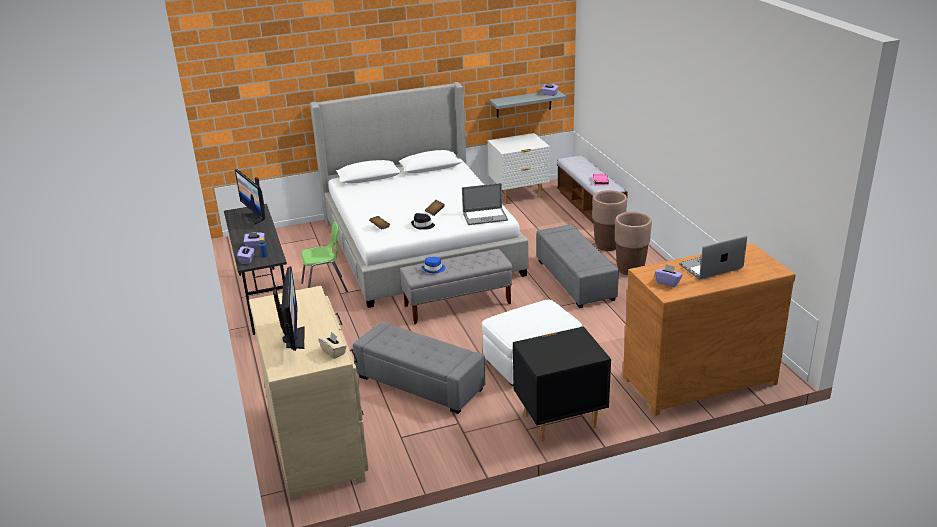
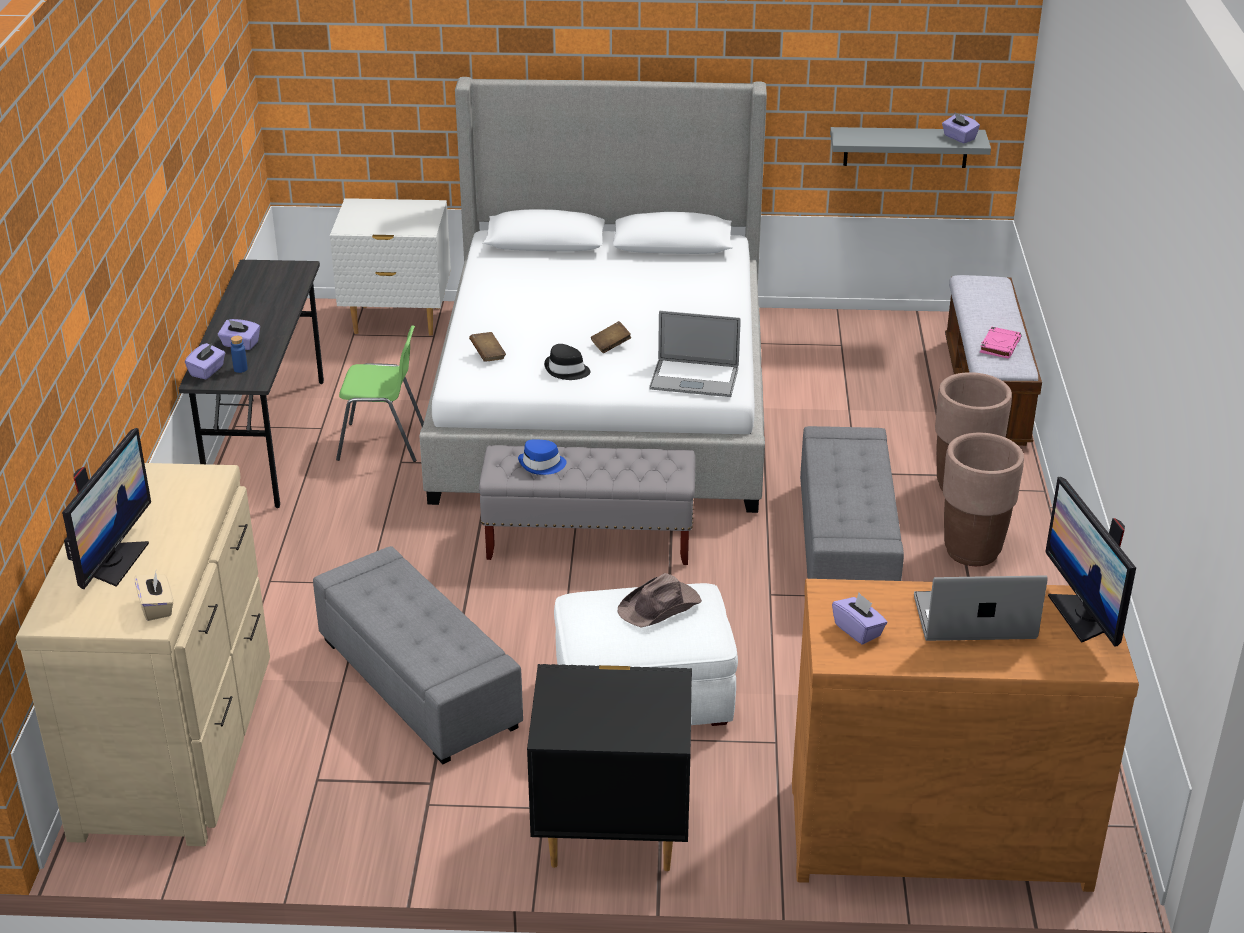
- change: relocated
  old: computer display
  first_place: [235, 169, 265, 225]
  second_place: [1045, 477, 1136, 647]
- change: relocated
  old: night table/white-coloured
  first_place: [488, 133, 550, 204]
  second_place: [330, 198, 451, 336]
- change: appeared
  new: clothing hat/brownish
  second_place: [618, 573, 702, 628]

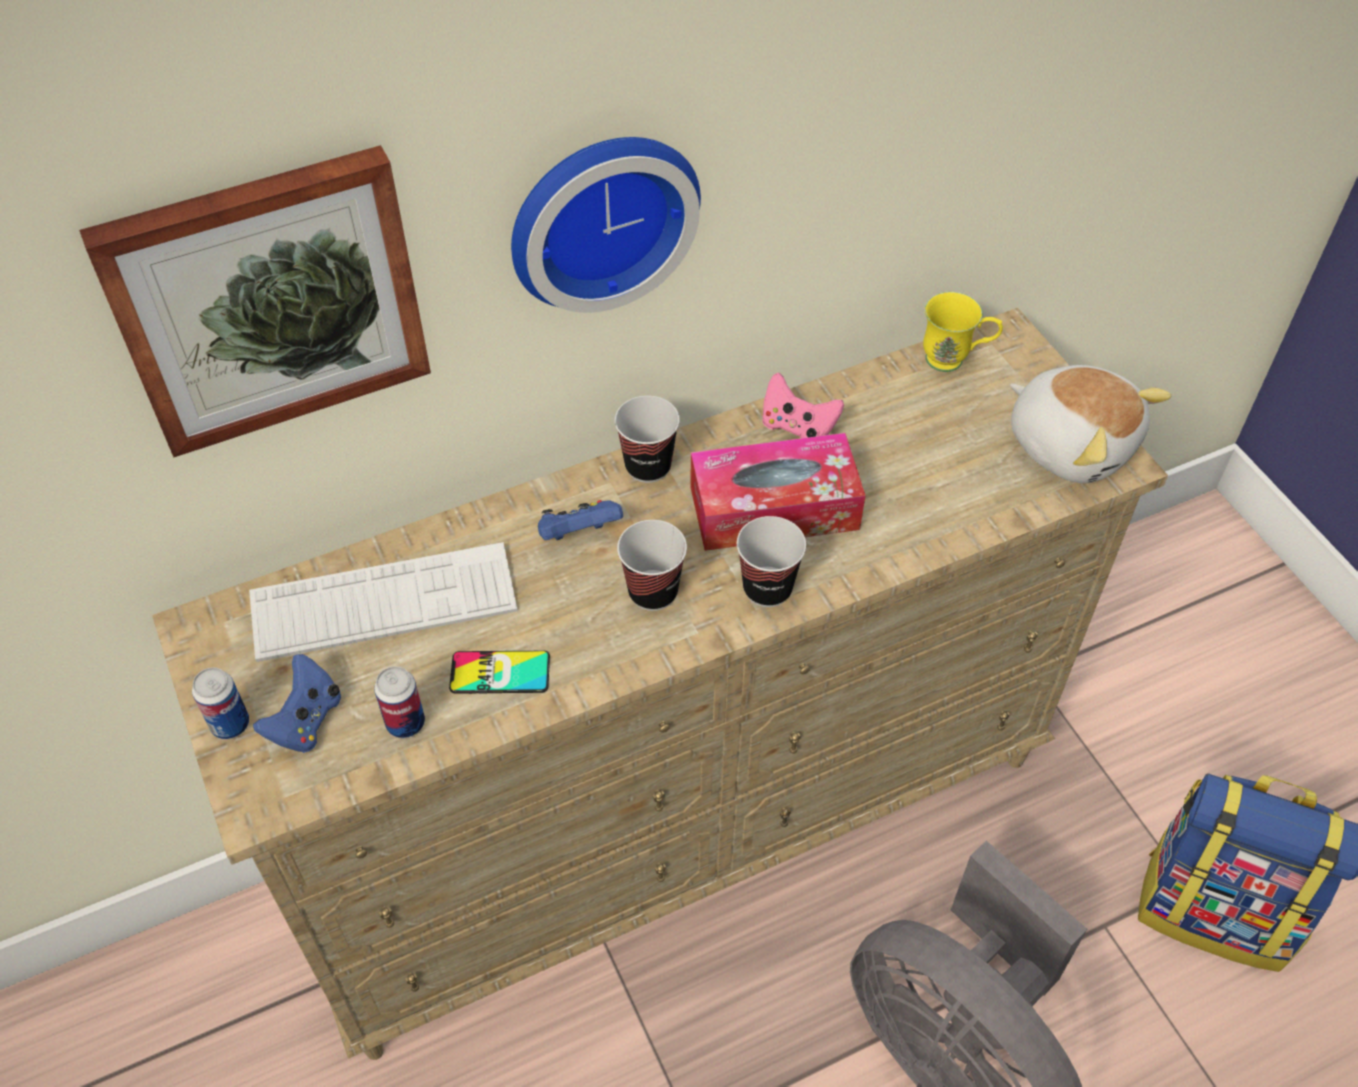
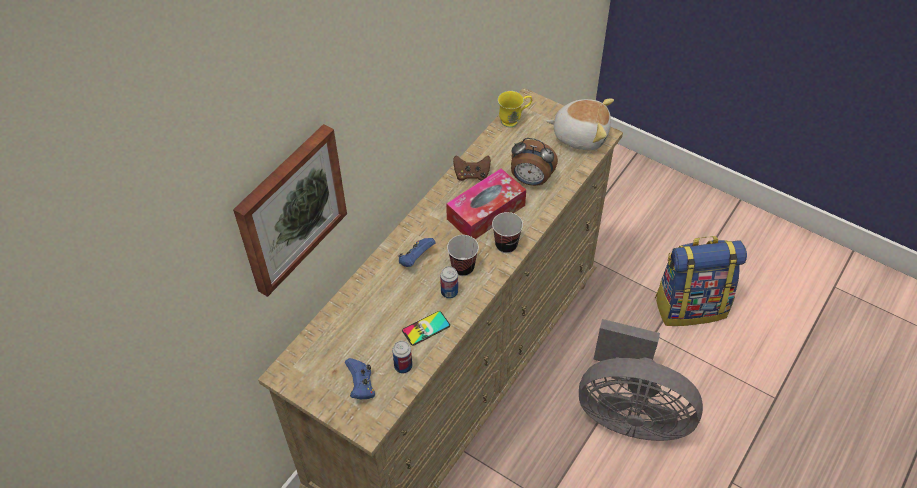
- change: relocated
  old: sealed can
  first_place: [192, 667, 249, 739]
  second_place: [440, 266, 458, 299]
- change: missing
  old: PC keyboard
  first_place: [249, 542, 518, 662]
- change: missing
  old: hanging clock
  first_place: [511, 137, 701, 313]
- change: missing
  old: drinking cup
  first_place: [615, 396, 680, 483]
- change: colour
  old: game controller/pink
  new: game controller/brownish
  first_place: [762, 373, 844, 438]
  second_place: [453, 155, 491, 181]
- change: appeared
  new: alarm clock
  second_place: [511, 138, 558, 186]

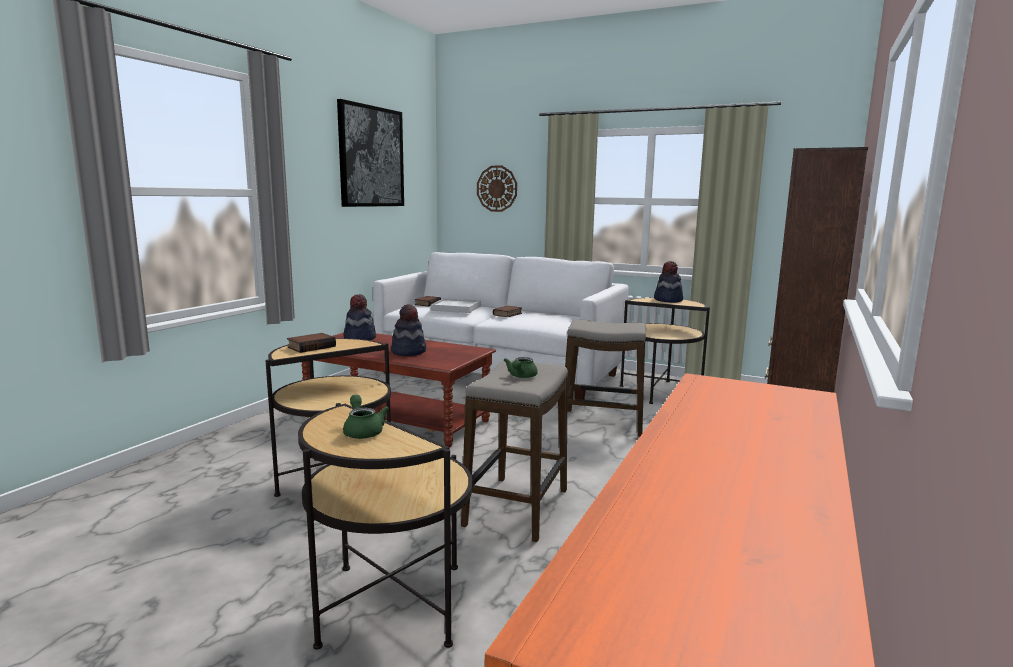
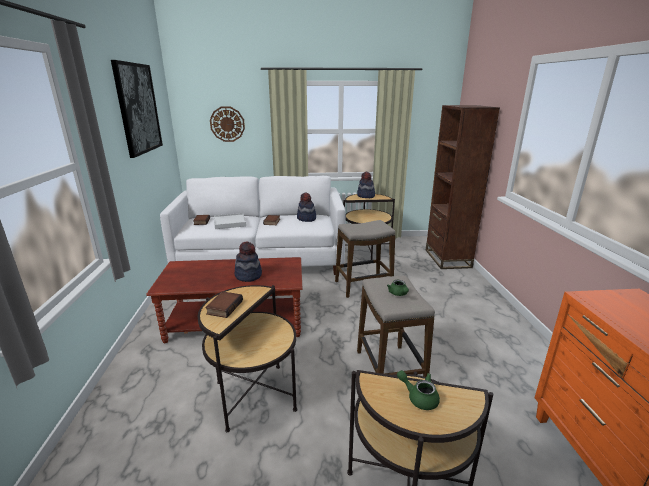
- change: relocated
  old: clothing hat
  first_place: [343, 294, 376, 340]
  second_place: [297, 192, 316, 222]

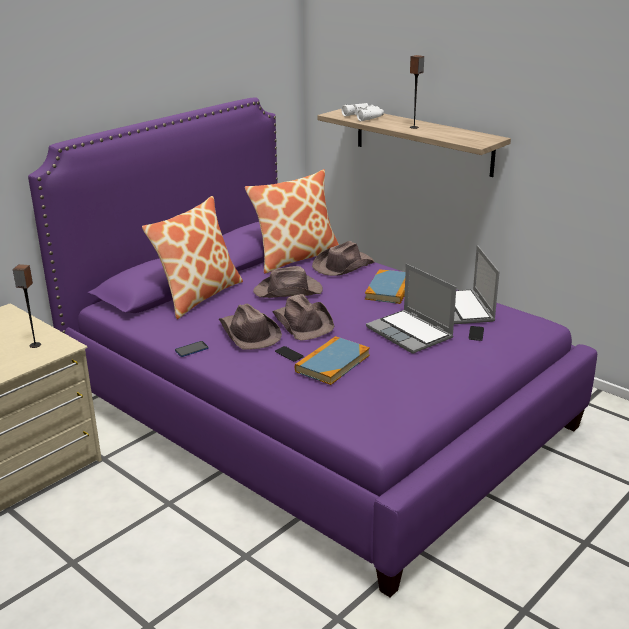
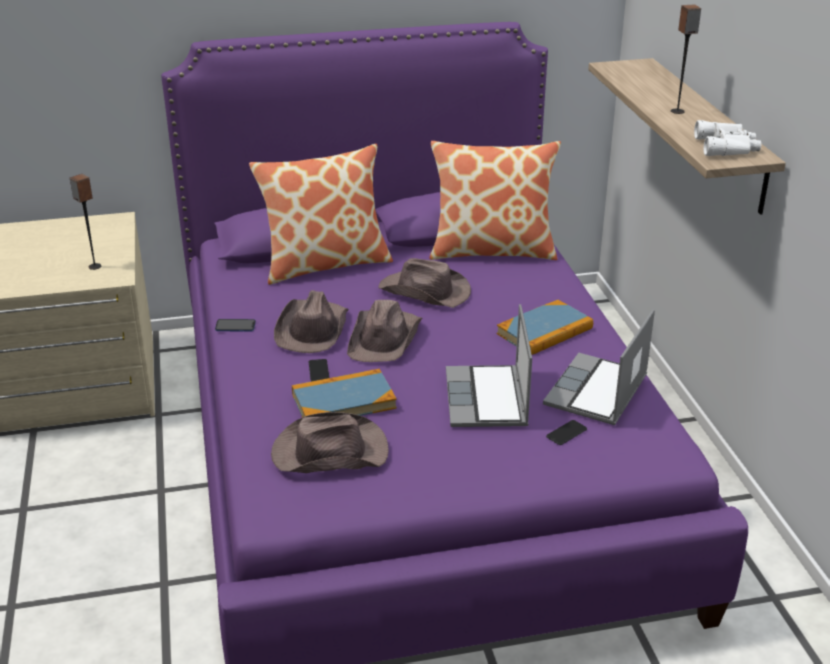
- change: relocated
  old: clothing hat/brownish
  first_place: [312, 241, 375, 276]
  second_place: [271, 412, 389, 473]
- change: relocated
  old: binoculars/white-coloured
  first_place: [341, 103, 384, 121]
  second_place: [694, 120, 762, 156]

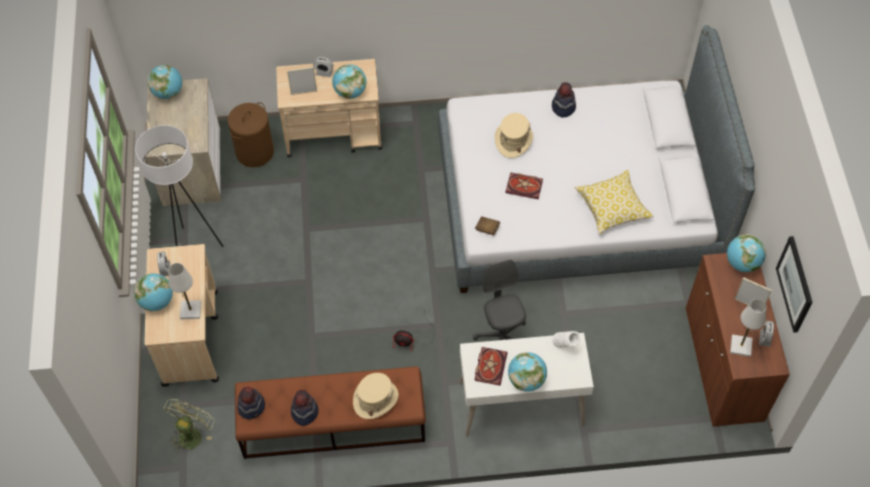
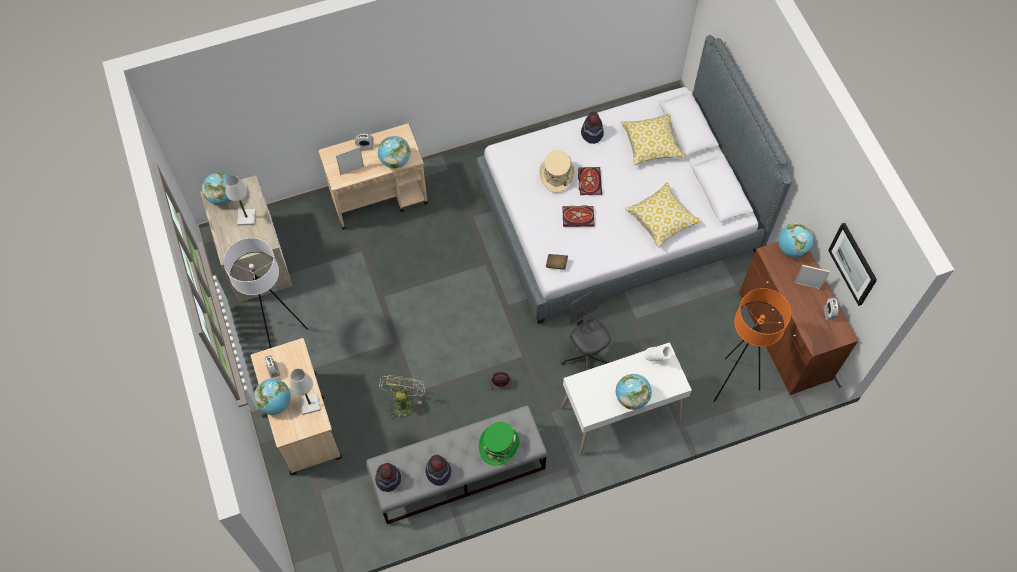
- change: relocated
  old: electric fan/greenish
  first_place: [163, 399, 215, 453]
  second_place: [379, 375, 425, 422]
- change: missing
  old: laundry basket/brownish
  first_place: [228, 102, 274, 167]
- change: colour
  old: bench/brownish
  new: bench/gray
  first_place: [235, 366, 426, 459]
  second_place: [366, 406, 547, 524]
- change: colour
  old: clothing hat/beige
  new: clothing hat/greenish
  first_place: [353, 373, 398, 419]
  second_place: [479, 422, 520, 466]
- change: relocated
  old: bound book
  first_place: [475, 347, 508, 386]
  second_place: [578, 167, 602, 195]
- change: relocated
  old: tabletop lamp/white-coloured
  first_place: [730, 299, 767, 357]
  second_place: [225, 175, 256, 226]
- change: appeared
  new: cushion
  second_place: [621, 113, 685, 166]
- change: appeared
  new: standard lamp/orange-coloured
  second_place: [714, 288, 791, 402]

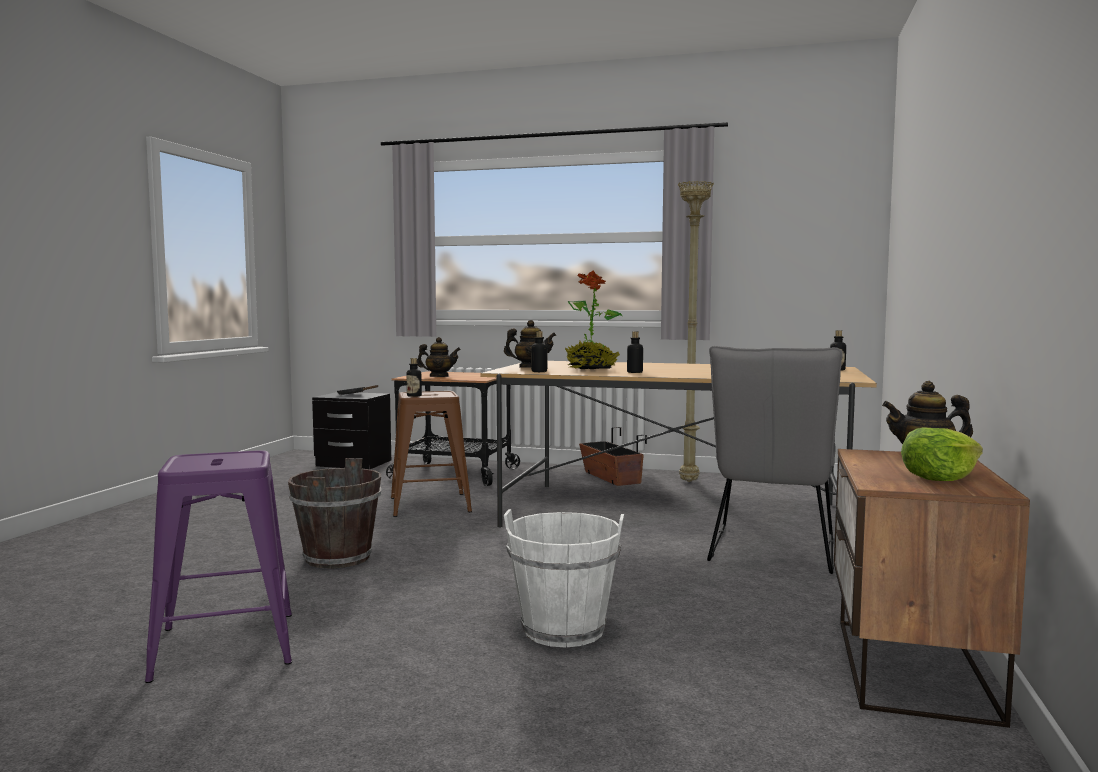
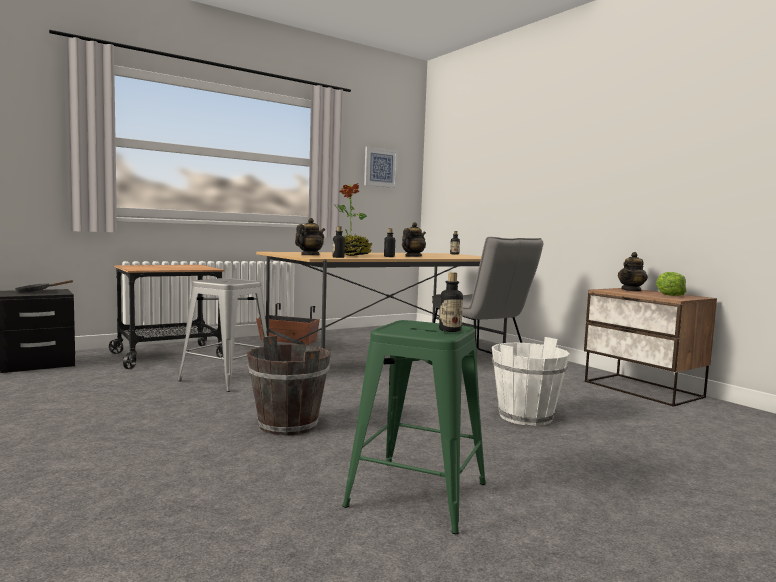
- change: colour
  old: stool/purple-coloured
  new: stool/greenish
  first_place: [145, 450, 292, 683]
  second_place: [343, 320, 486, 534]
- change: colour
  old: stool/brownish
  new: stool/gray
  first_place: [391, 391, 472, 517]
  second_place: [178, 278, 267, 392]
- change: relocated
  old: drink bottle
  first_place: [406, 358, 422, 397]
  second_place: [439, 272, 463, 332]
- change: relocated
  old: tea pot
  first_place: [417, 337, 461, 377]
  second_place: [402, 222, 426, 257]
- change: missing
  old: standard lamp/beige
  first_place: [678, 181, 714, 482]
- change: appeared
  new: picture
  second_place: [364, 147, 398, 188]

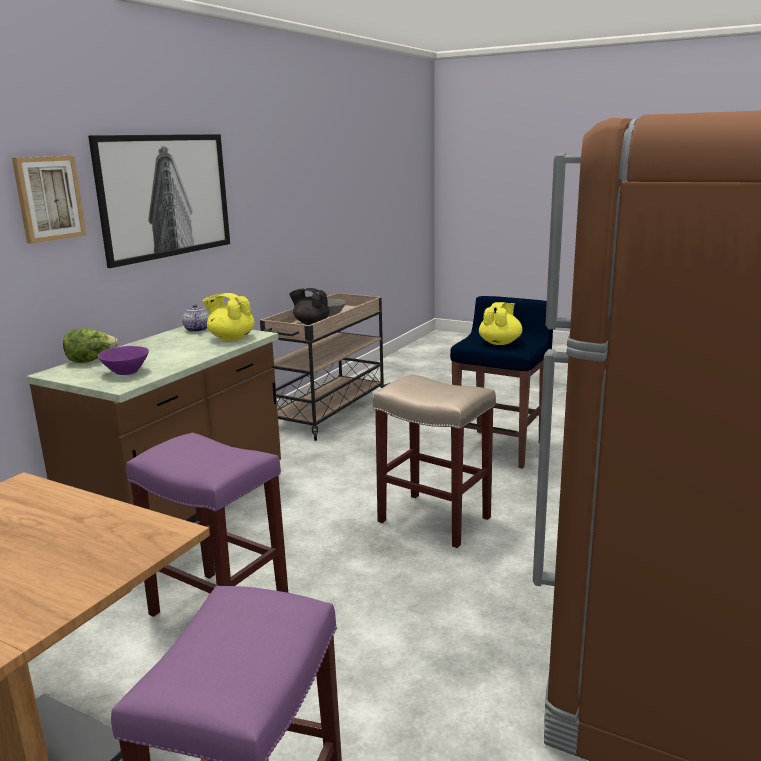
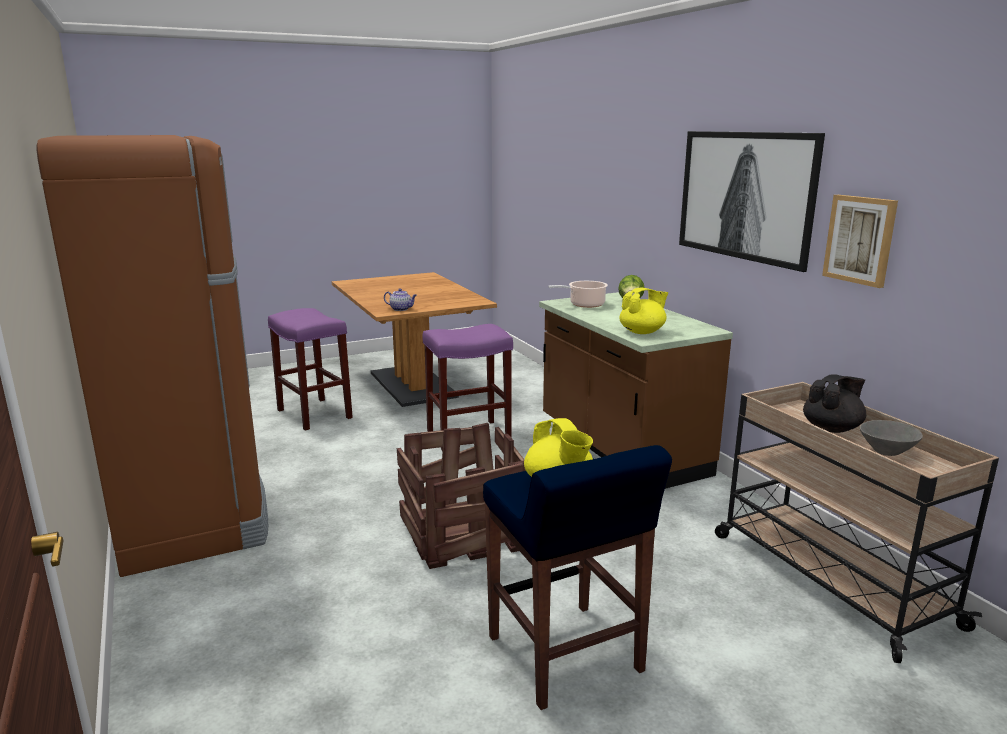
- change: relocated
  old: picture
  first_place: [12, 156, 86, 243]
  second_place: [822, 195, 898, 288]
- change: exchanged
  old: bowl/purple-coloured
  new: saucepot
  first_place: [98, 346, 149, 375]
  second_place: [548, 281, 608, 308]
- change: relocated
  old: tea pot
  first_place: [182, 304, 209, 332]
  second_place: [384, 288, 417, 311]
- change: exchanged
  old: stool/beige
  new: packing crate
  first_place: [373, 375, 496, 548]
  second_place: [397, 423, 526, 569]

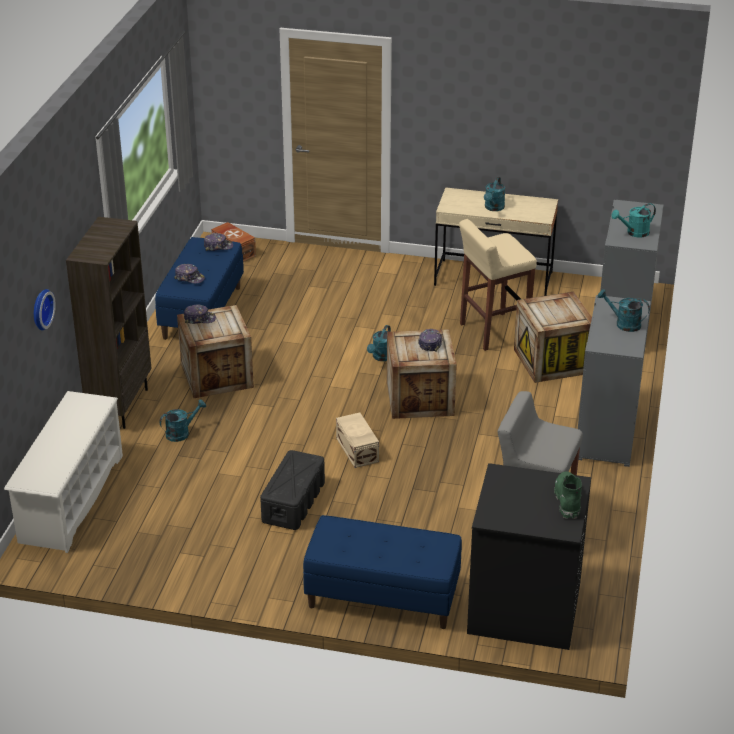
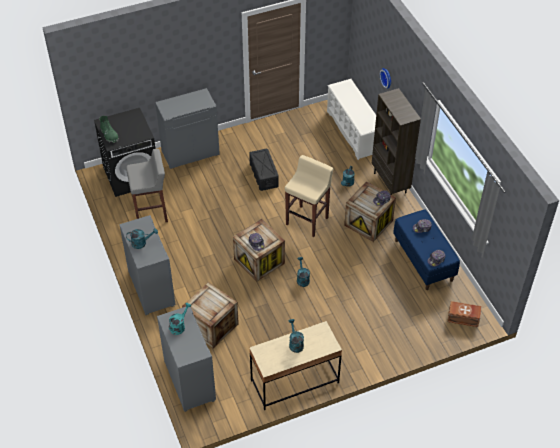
- change: exchanged
  old: bench/blue
  new: storage cabinet/gray
  first_place: [303, 515, 462, 629]
  second_place: [155, 88, 220, 169]
- change: missing
  old: storage bin/beige
  first_place: [336, 413, 379, 468]
- change: relocated
  old: stool/beige
  first_place: [459, 219, 537, 351]
  second_place: [285, 155, 334, 237]

